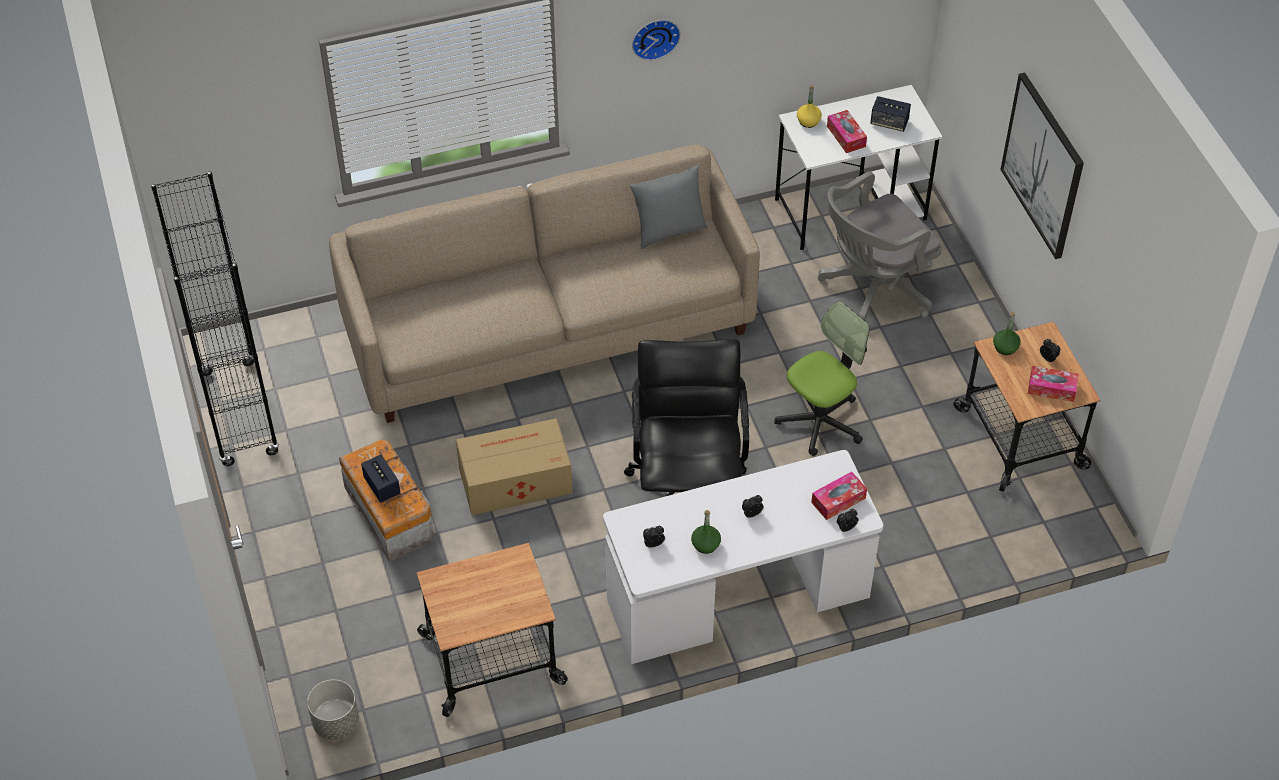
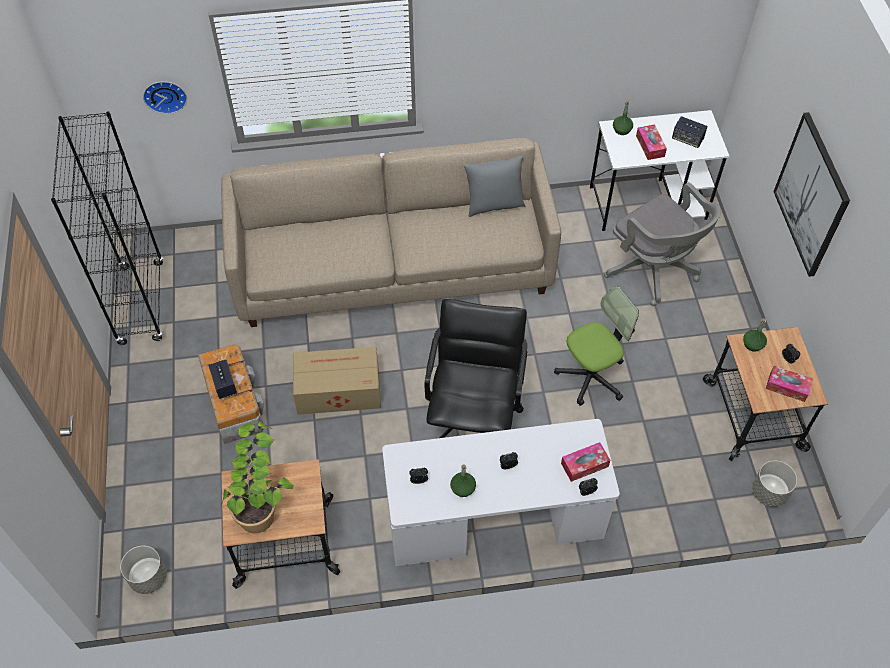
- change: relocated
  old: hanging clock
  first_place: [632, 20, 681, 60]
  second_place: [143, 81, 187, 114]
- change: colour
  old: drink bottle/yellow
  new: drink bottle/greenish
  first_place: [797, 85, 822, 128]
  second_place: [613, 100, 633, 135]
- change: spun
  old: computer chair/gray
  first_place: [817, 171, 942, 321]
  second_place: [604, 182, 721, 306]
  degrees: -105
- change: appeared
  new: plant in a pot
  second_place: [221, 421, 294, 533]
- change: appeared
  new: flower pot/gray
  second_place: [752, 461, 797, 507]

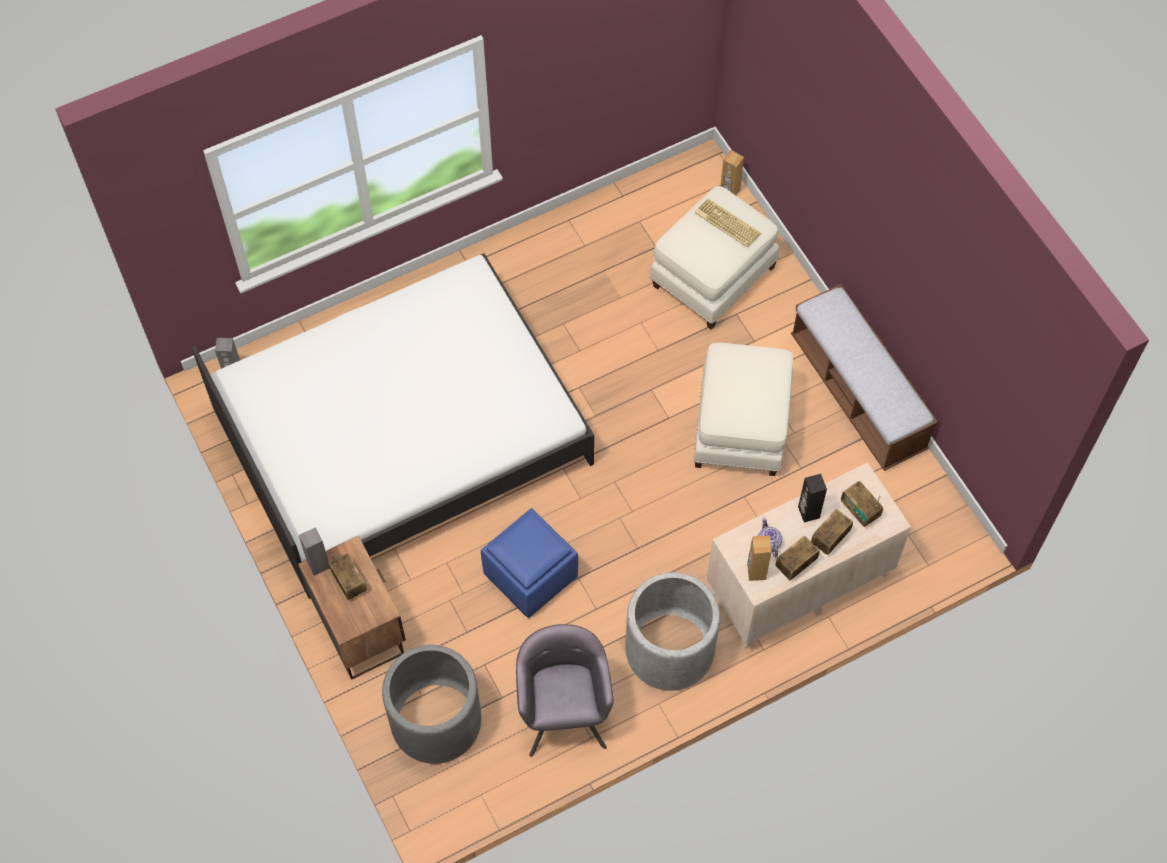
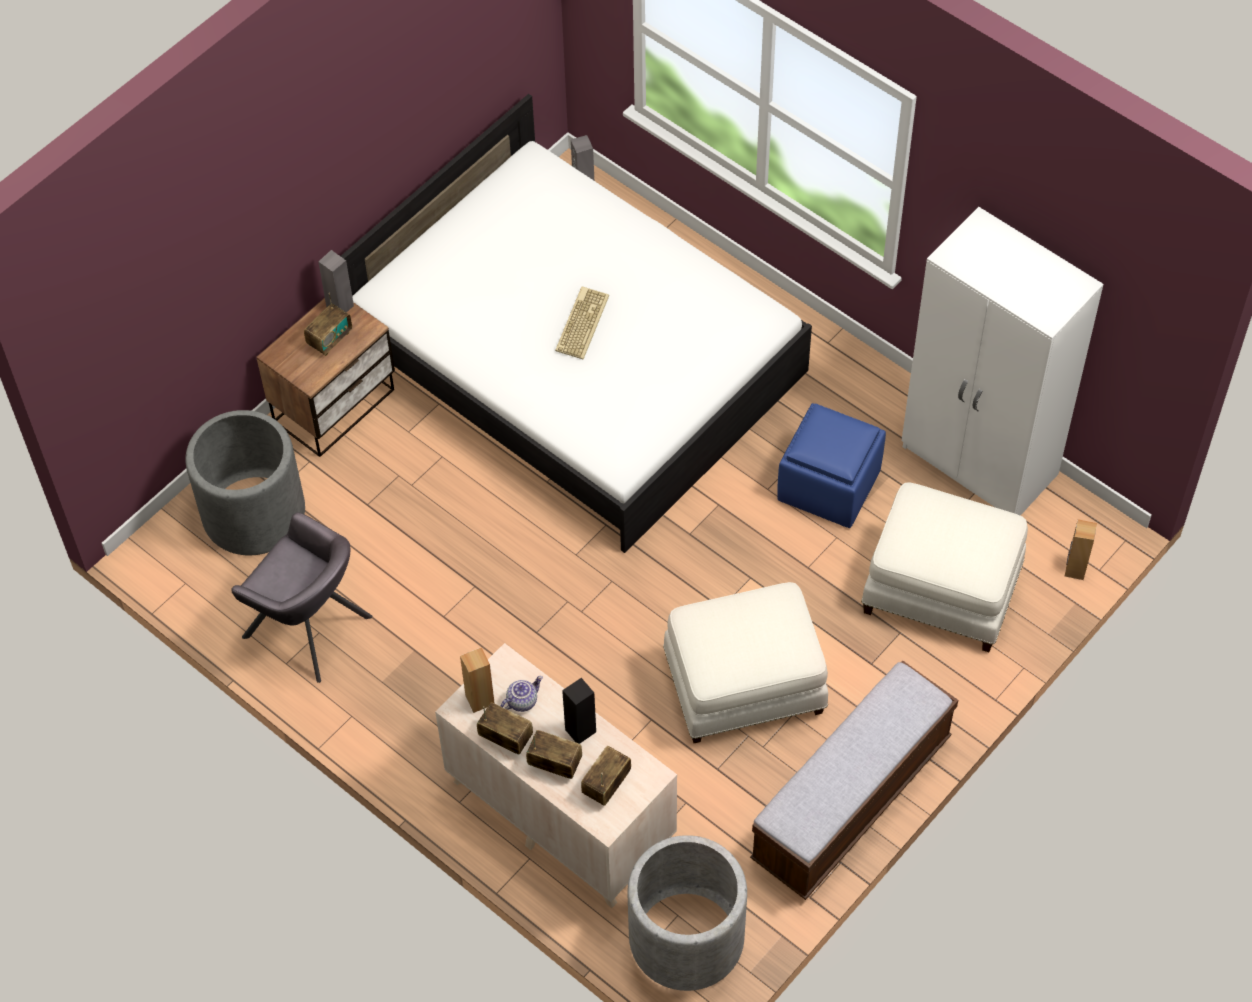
- change: relocated
  old: pouffe/blue
  first_place: [481, 508, 578, 618]
  second_place: [777, 403, 886, 528]
- change: spun
  old: lounge chair/gray
  first_place: [516, 624, 613, 757]
  second_place: [231, 513, 372, 683]
  degrees: 60
- change: relocated
  old: flower pot/gray
  first_place: [625, 572, 720, 691]
  second_place: [627, 835, 747, 991]
- change: relocated
  old: PC keyboard
  first_place: [694, 198, 762, 248]
  second_place: [555, 287, 609, 360]
- change: appeared
  new: armoire/white-coloured
  second_place: [902, 207, 1103, 516]

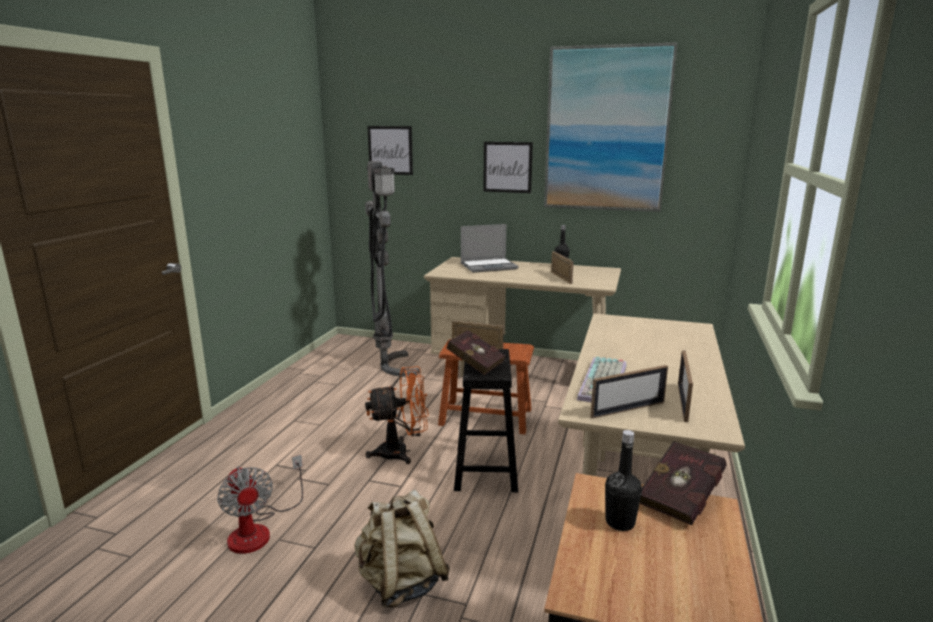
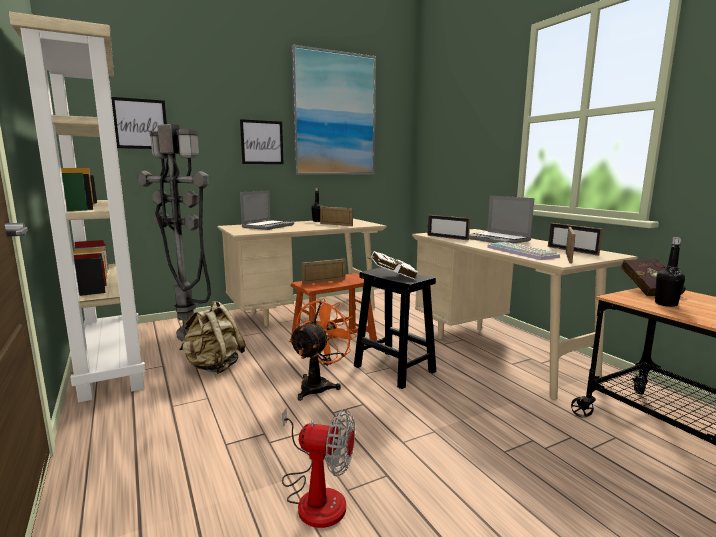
- change: relocated
  old: knapsack/beige
  first_place: [355, 490, 450, 608]
  second_place: [179, 301, 246, 374]
- change: colour
  old: bound book/red-coloured
  new: bound book/white-coloured
  first_place: [446, 330, 505, 375]
  second_place: [366, 251, 418, 279]
- change: appeared
  new: bookcase/beige
  second_place: [9, 12, 146, 402]
- change: appeared
  new: photo frame
  second_place: [427, 215, 470, 240]
- change: appeared
  new: portable computer
  second_place: [469, 196, 534, 244]

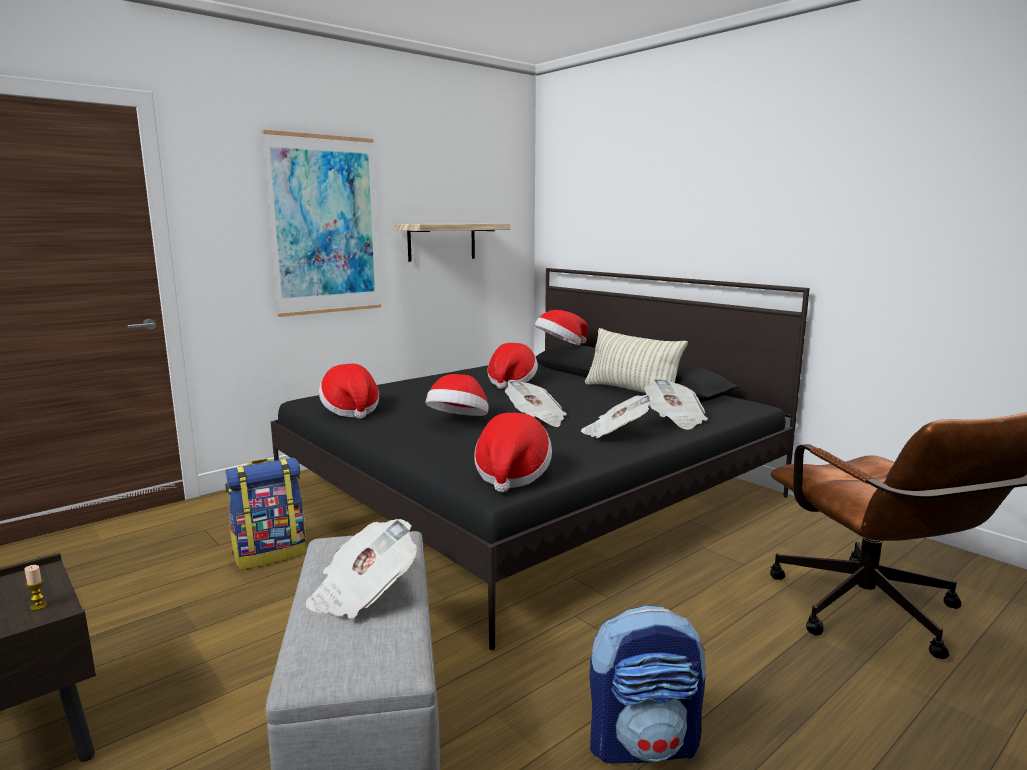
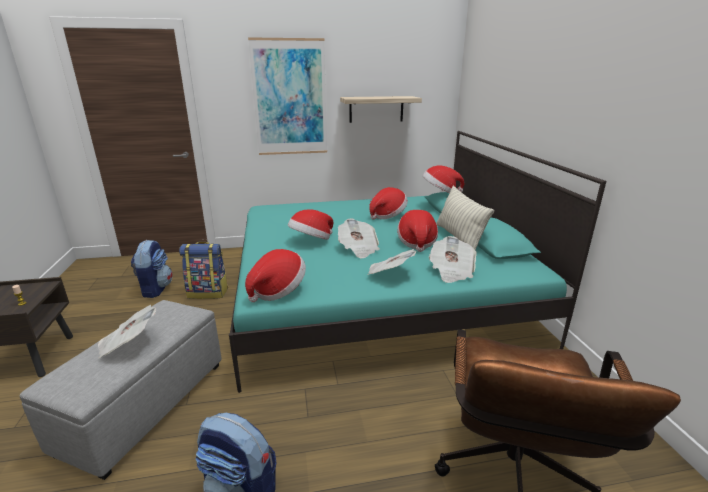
- change: colour
  old: bedroom bed/black
  new: bedroom bed/turquoise-coloured
  first_place: [271, 268, 810, 650]
  second_place: [229, 131, 606, 393]
- change: relocated
  old: clothing hat
  first_place: [319, 364, 379, 419]
  second_place: [397, 210, 438, 252]
- change: appeared
  new: knapsack
  second_place: [131, 240, 173, 298]

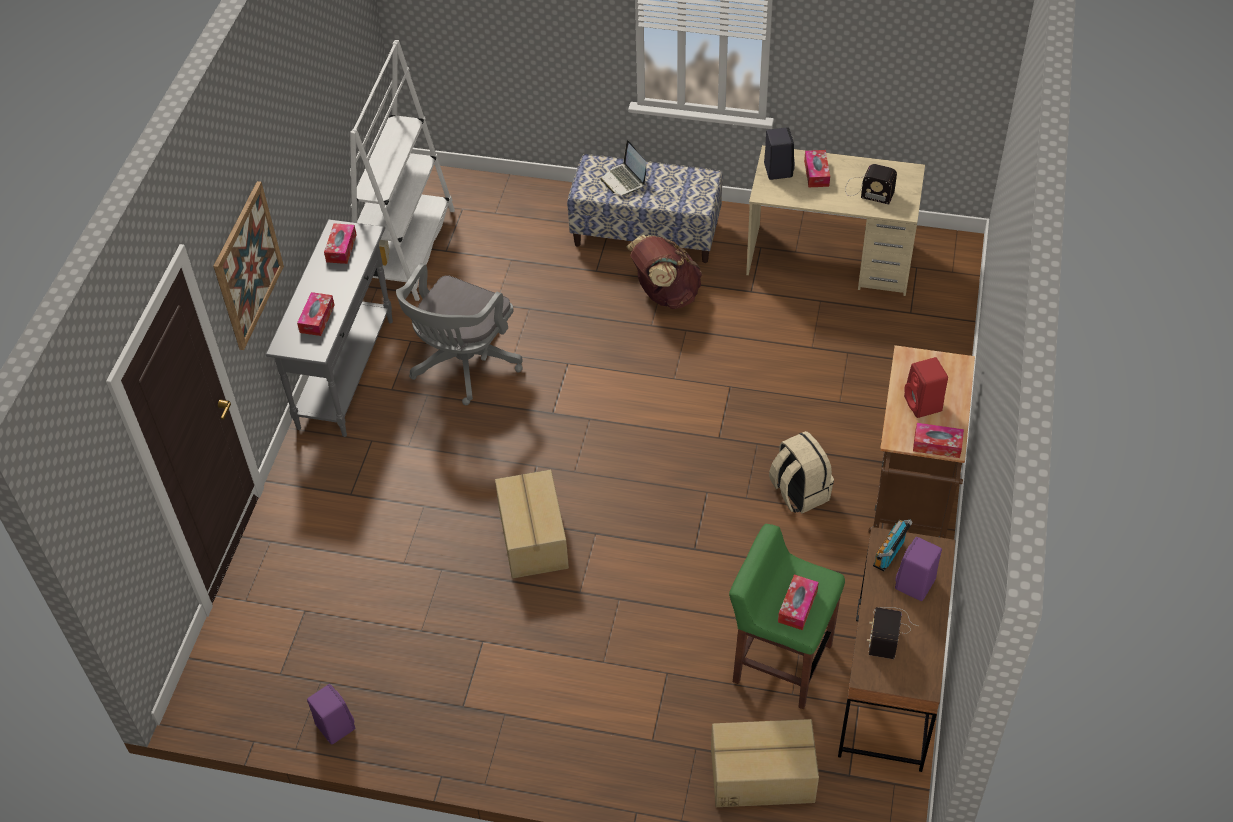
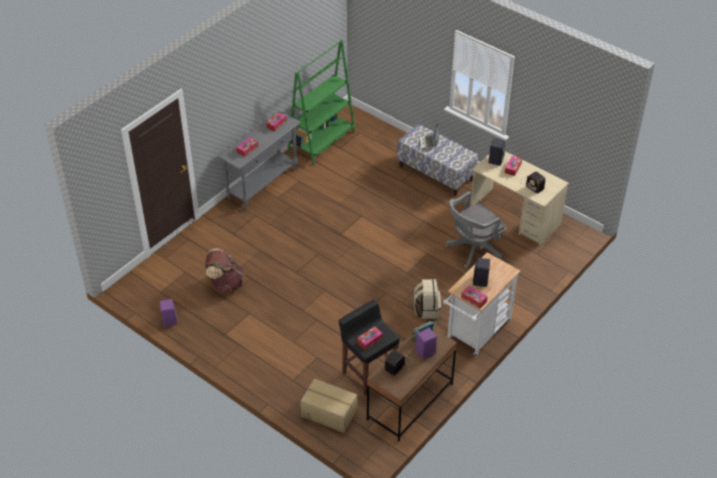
- change: missing
  old: picture
  first_place: [213, 181, 284, 350]
- change: colour
  old: bookcase/white-coloured
  new: bookcase/greenish
  first_place: [350, 40, 455, 301]
  second_place: [288, 40, 356, 165]
- change: relocated
  old: computer chair/gray
  first_place: [396, 263, 523, 405]
  second_place: [445, 192, 506, 268]
- change: missing
  old: cardboard box
  first_place: [495, 470, 569, 578]
- change: relocated
  old: knapsack/brownish
  first_place: [626, 235, 703, 309]
  second_place: [205, 248, 245, 293]
- change: colour
  old: stool/greenish
  new: stool/black
  first_place: [729, 524, 845, 709]
  second_place: [339, 300, 400, 396]
- change: colour
  old: wheeled cart/brownish
  new: wheeled cart/white-coloured
  first_place: [868, 345, 975, 538]
  second_place: [443, 252, 520, 357]
- change: colour
  old: speaker/red-coloured
  new: speaker/black
  first_place: [904, 357, 948, 418]
  second_place: [473, 258, 490, 287]

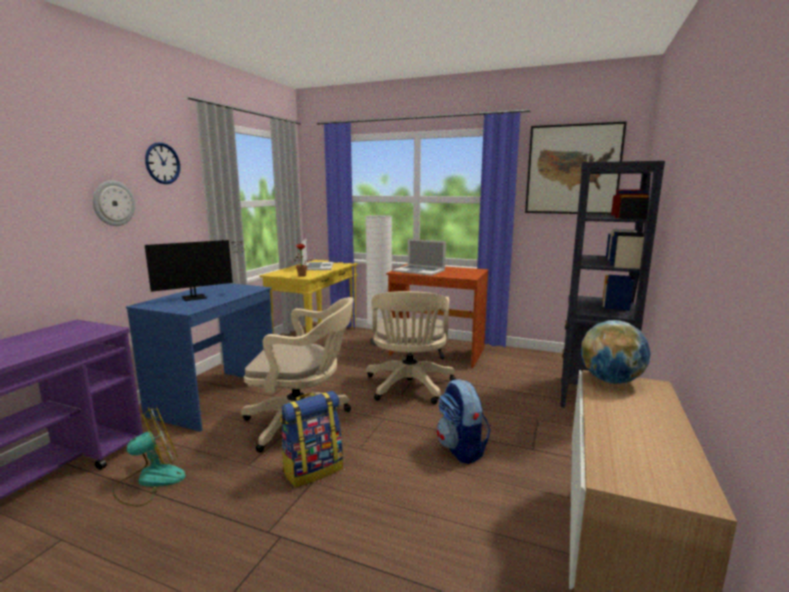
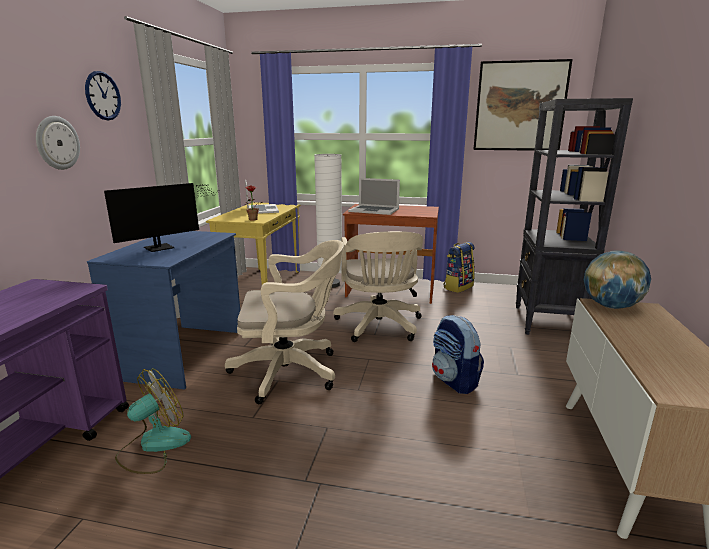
- change: relocated
  old: knapsack
  first_place: [280, 391, 343, 487]
  second_place: [443, 242, 475, 293]

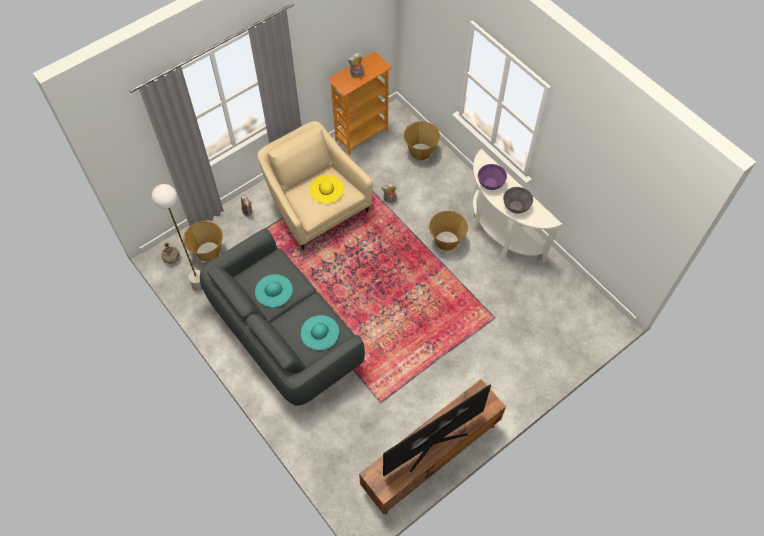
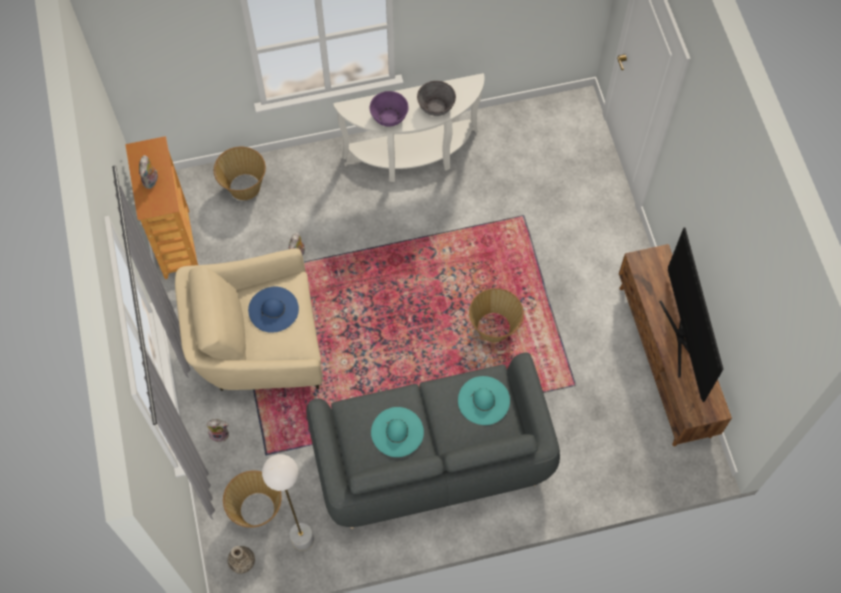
- change: colour
  old: clothing hat/yellow
  new: clothing hat/blue
  first_place: [309, 175, 344, 204]
  second_place: [248, 287, 299, 333]
- change: relocated
  old: household basket
  first_place: [429, 211, 468, 251]
  second_place: [469, 288, 524, 342]

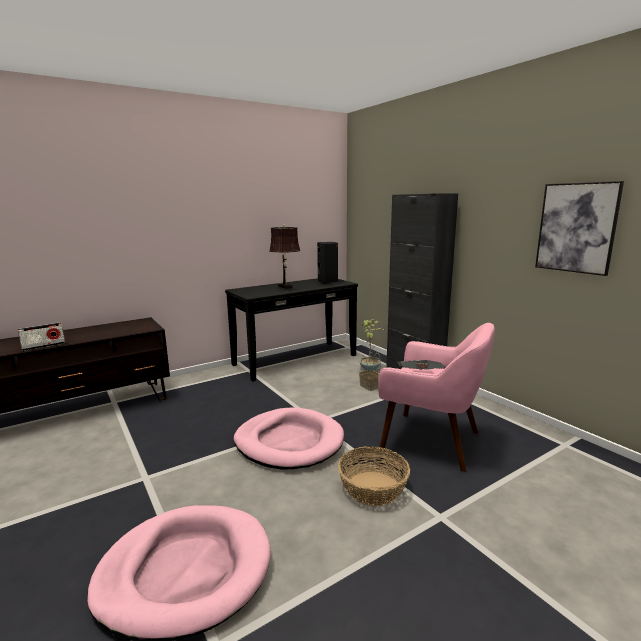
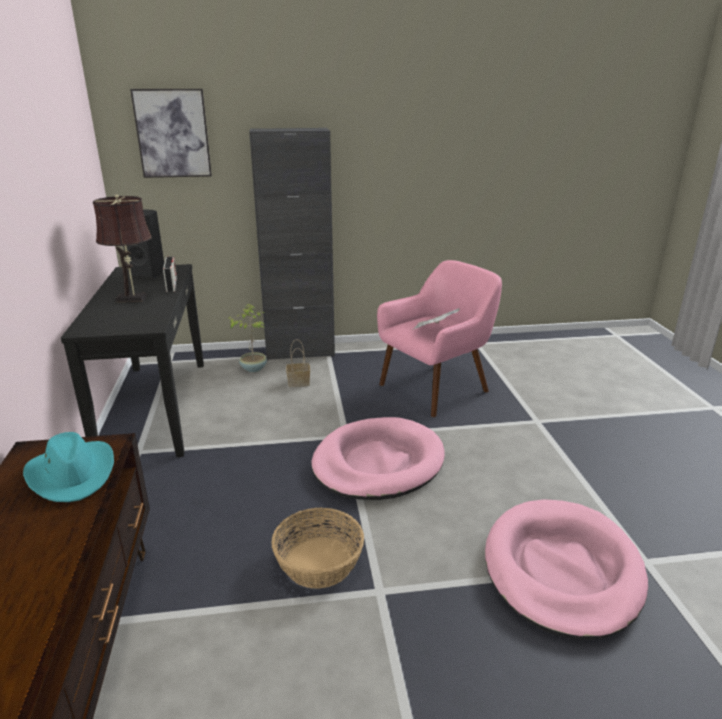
- change: relocated
  old: radio set
  first_place: [17, 322, 65, 351]
  second_place: [163, 256, 177, 292]
- change: relocated
  old: household basket
  first_place: [338, 446, 410, 506]
  second_place: [271, 507, 364, 589]
- change: relocated
  old: picture
  first_place: [535, 181, 624, 276]
  second_place: [130, 89, 212, 178]
- change: appeared
  new: clothing hat/turquoise-coloured
  second_place: [23, 432, 114, 502]

